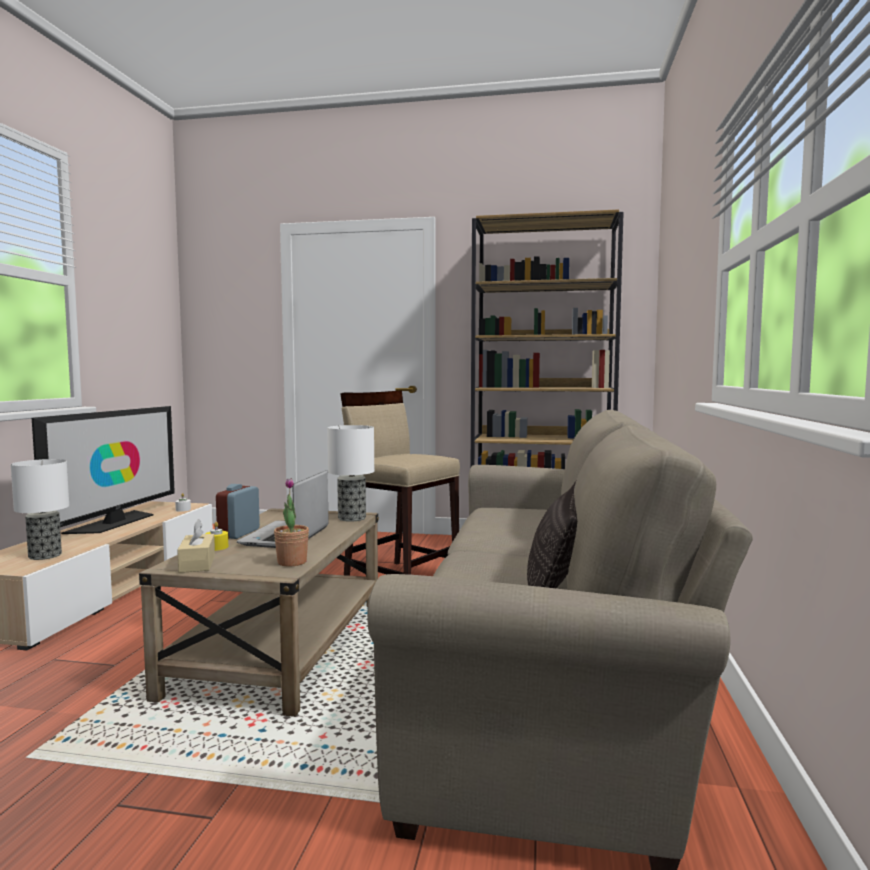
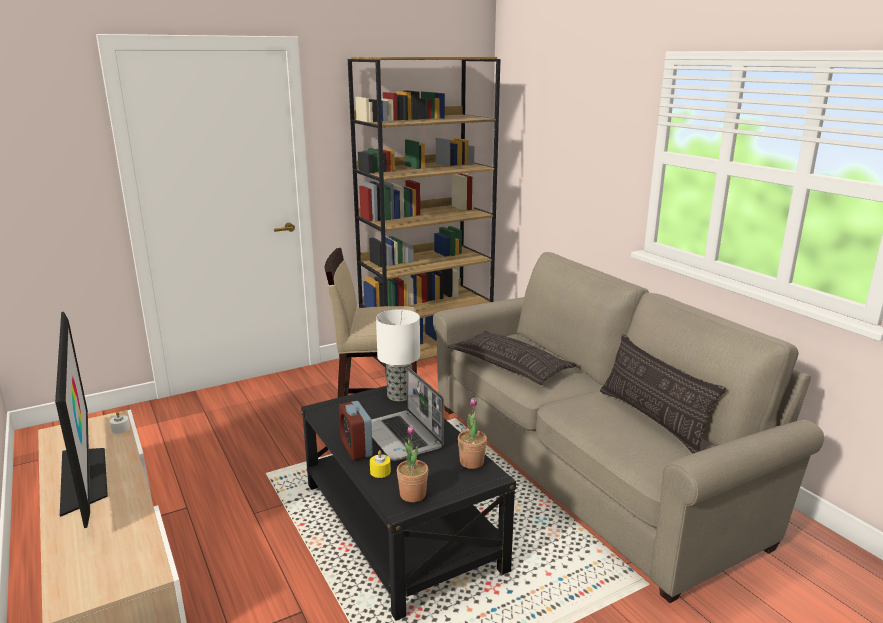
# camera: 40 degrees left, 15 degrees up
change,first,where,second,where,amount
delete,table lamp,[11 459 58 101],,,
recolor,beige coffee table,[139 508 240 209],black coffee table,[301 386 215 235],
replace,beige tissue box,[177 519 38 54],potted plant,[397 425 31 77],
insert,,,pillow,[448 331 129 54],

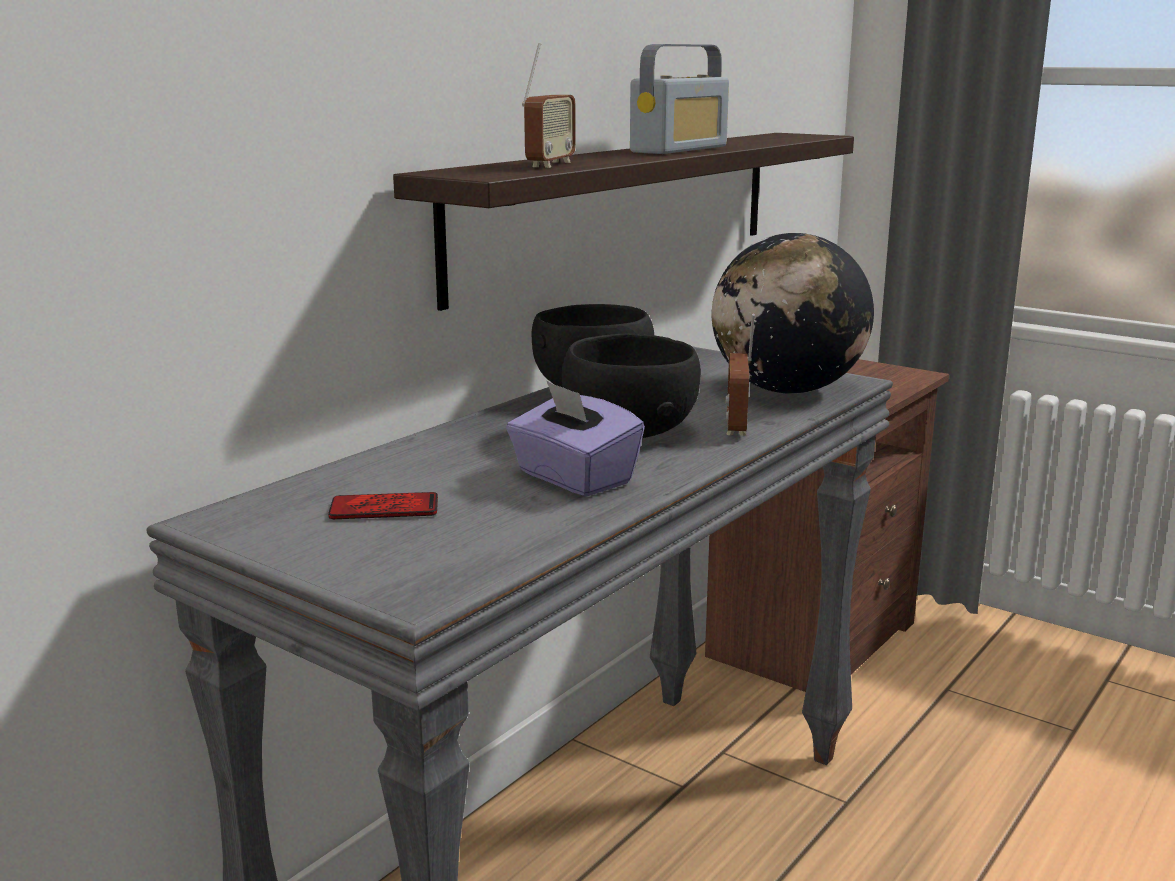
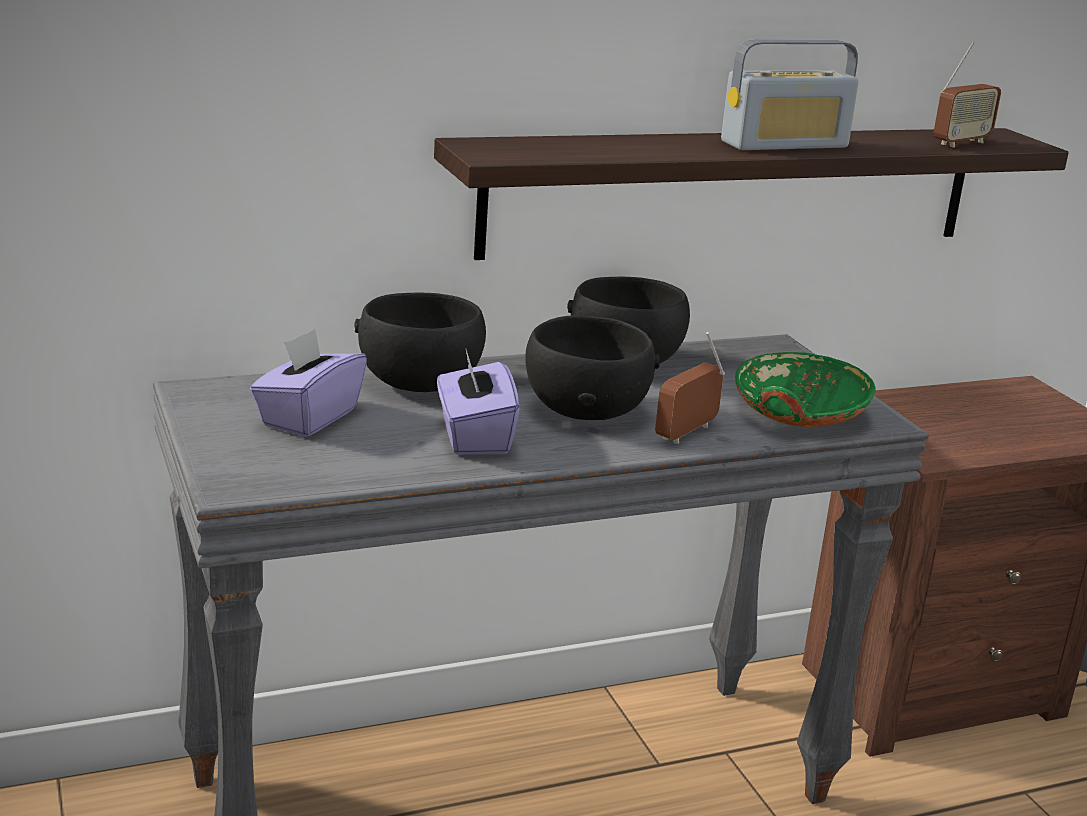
# camera: 30 degrees right, 5 degrees up
change,first,where,second,where,amount
replace,phone,[328 492 110 27],purple tissue box,[250 329 117 108],
move,radio,[522 43 54 125],,[933 42 68 106],
replace,globe,[712 233 162 161],green bowl,[735 352 141 75],
insert,,,black bowl,[355 292 131 100],

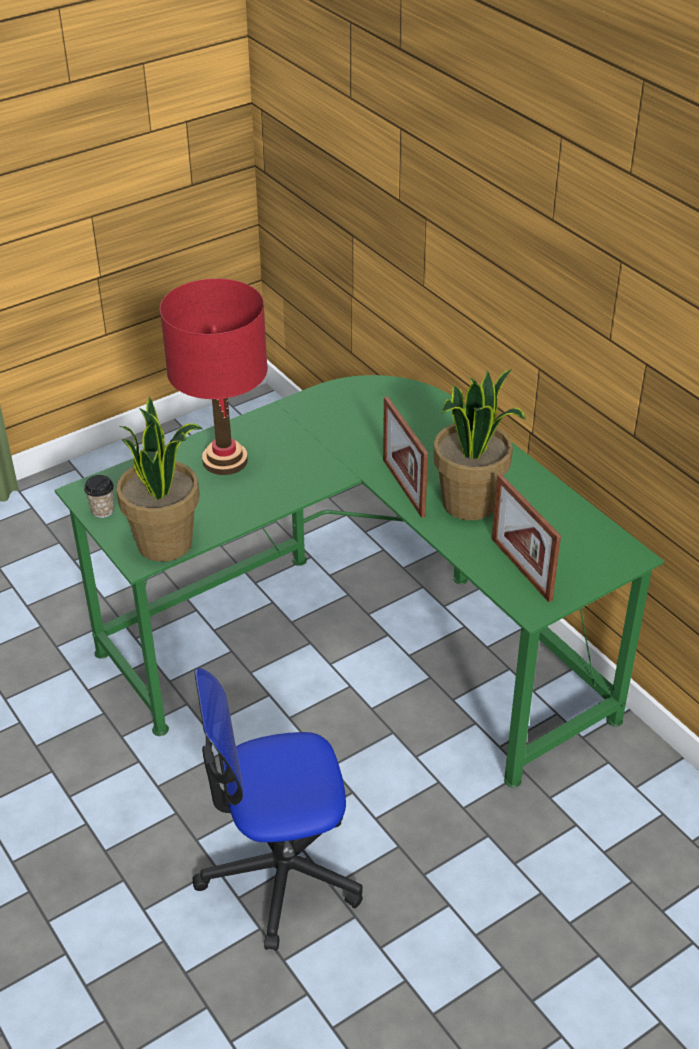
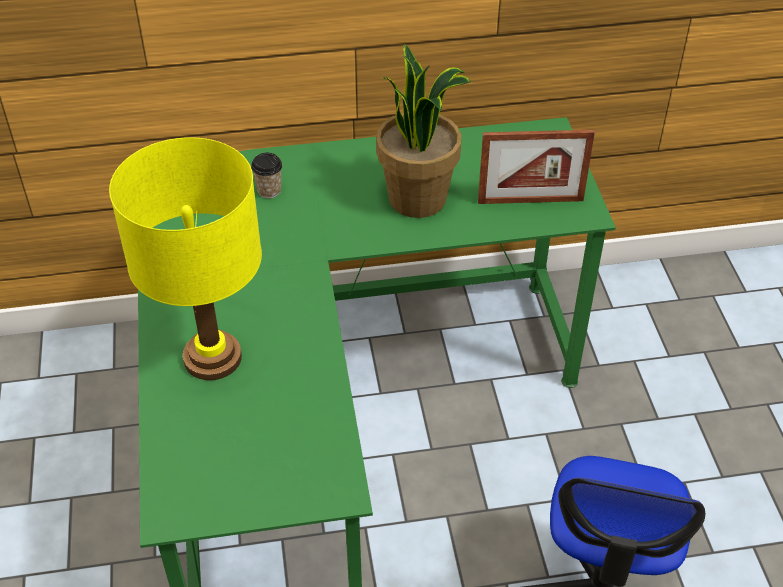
# camera: 65 degrees left, 5 degrees up
change,first,where,second,where,amount
move,cup,[84 475 30 43],,[251 153 31 45],
delete,potted plant,[116 397 87 165],,,
recolor,red table lamp,[160 278 108 197],yellow table lamp,[109 137 153 243],
delete,picture frame,[383 396 45 122],,,

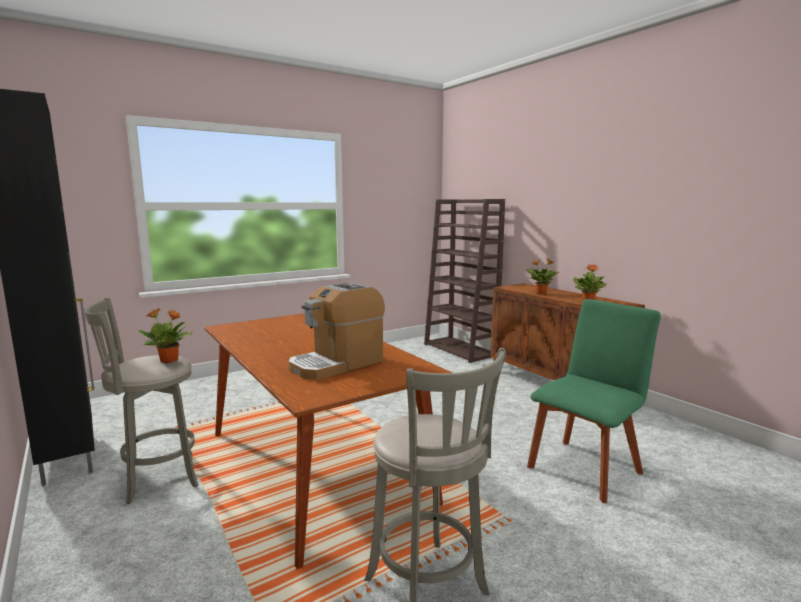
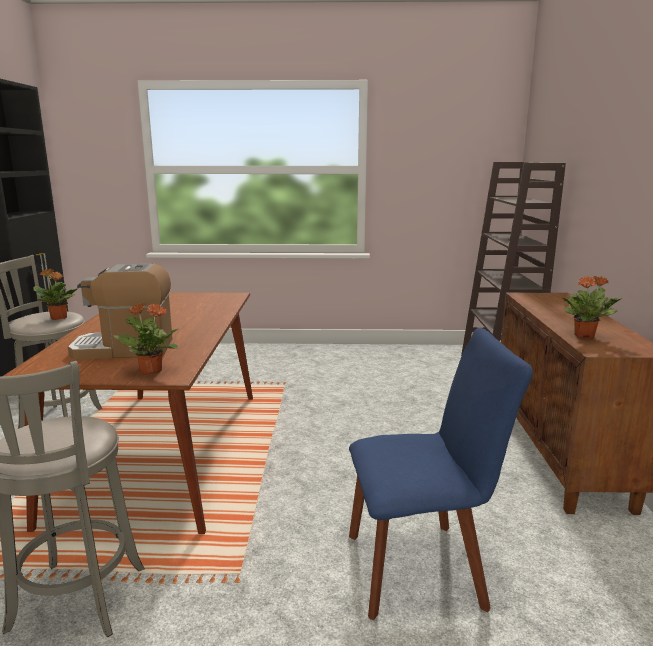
# camera: 35 degrees right, 5 degrees up
change,first,where,second,where,amount
move,potted plant,[527 258 32 36],,[114 303 66 72],
recolor,green chair,[527 299 134 204],blue chair,[349 328 184 292],

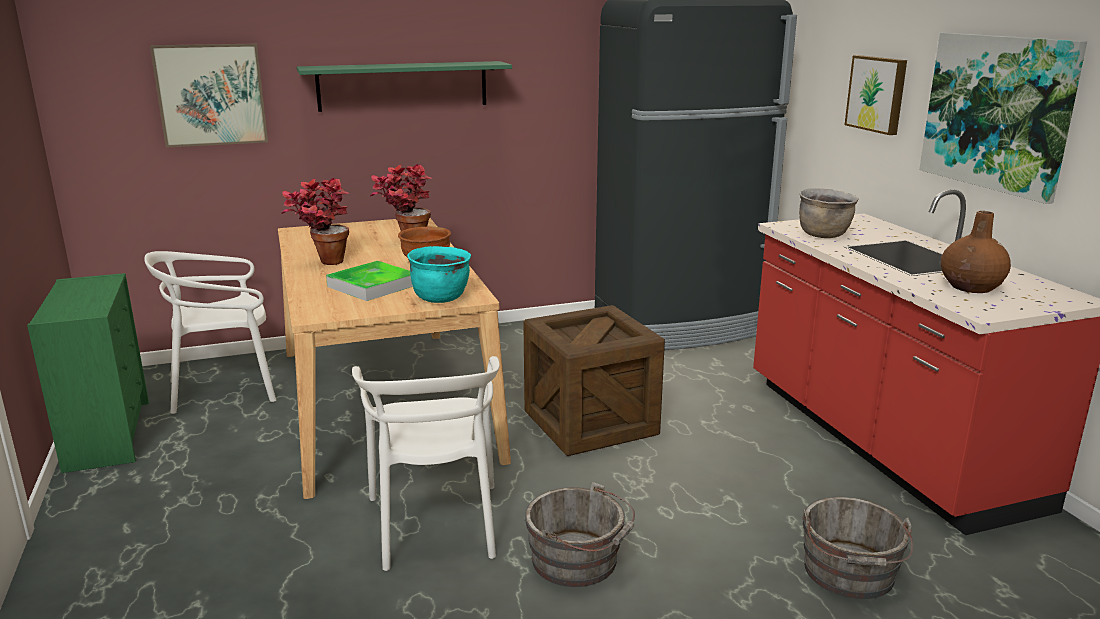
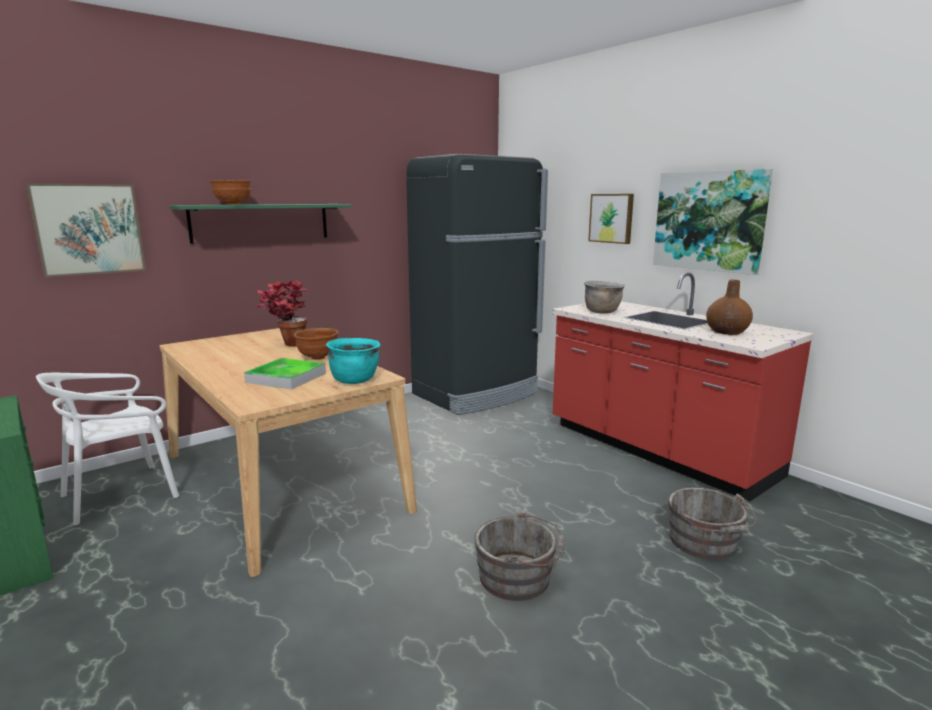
# camera: 20 degrees left, 5 degrees down
change,first,where,second,where,amount
delete,potted plant,[282 178 67 87],,,
delete,white chair,[352 356 148 215],,,
delete,crate,[523 305 142 151],,,
insert,,,brown bowl,[210 180 42 25],

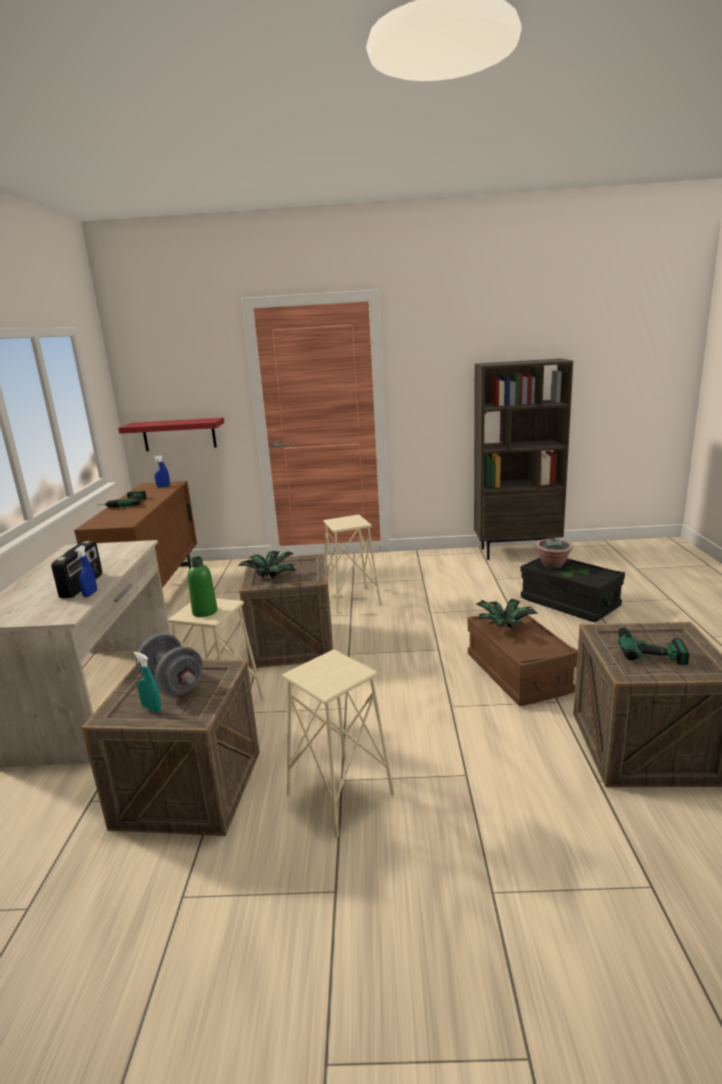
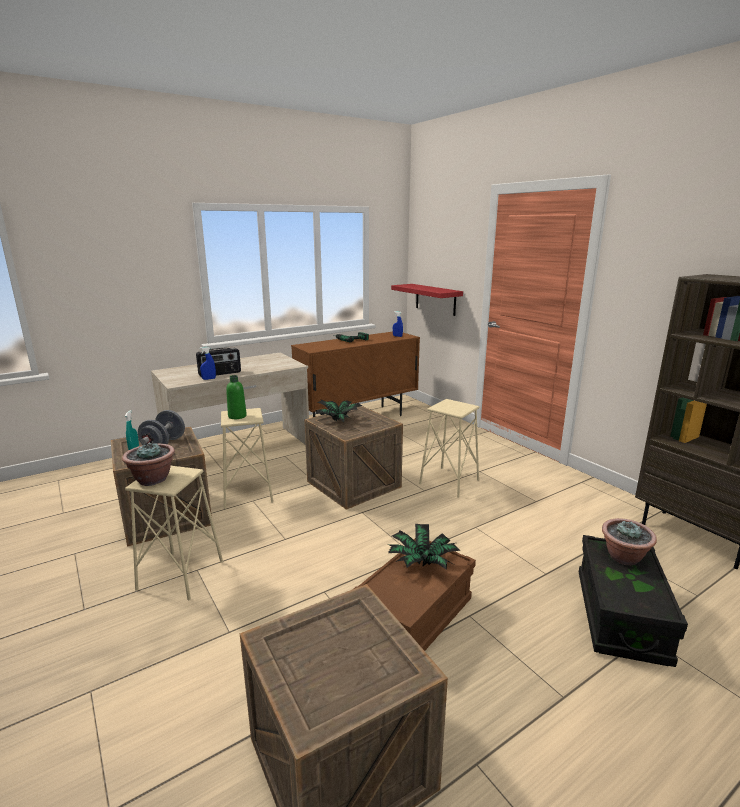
# camera: 55 degrees right, 0 degrees up
change,first,where,second,where,amount
delete,power drill,[618 625 71 40],,,
insert,,,potted plant,[122 442 53 44],

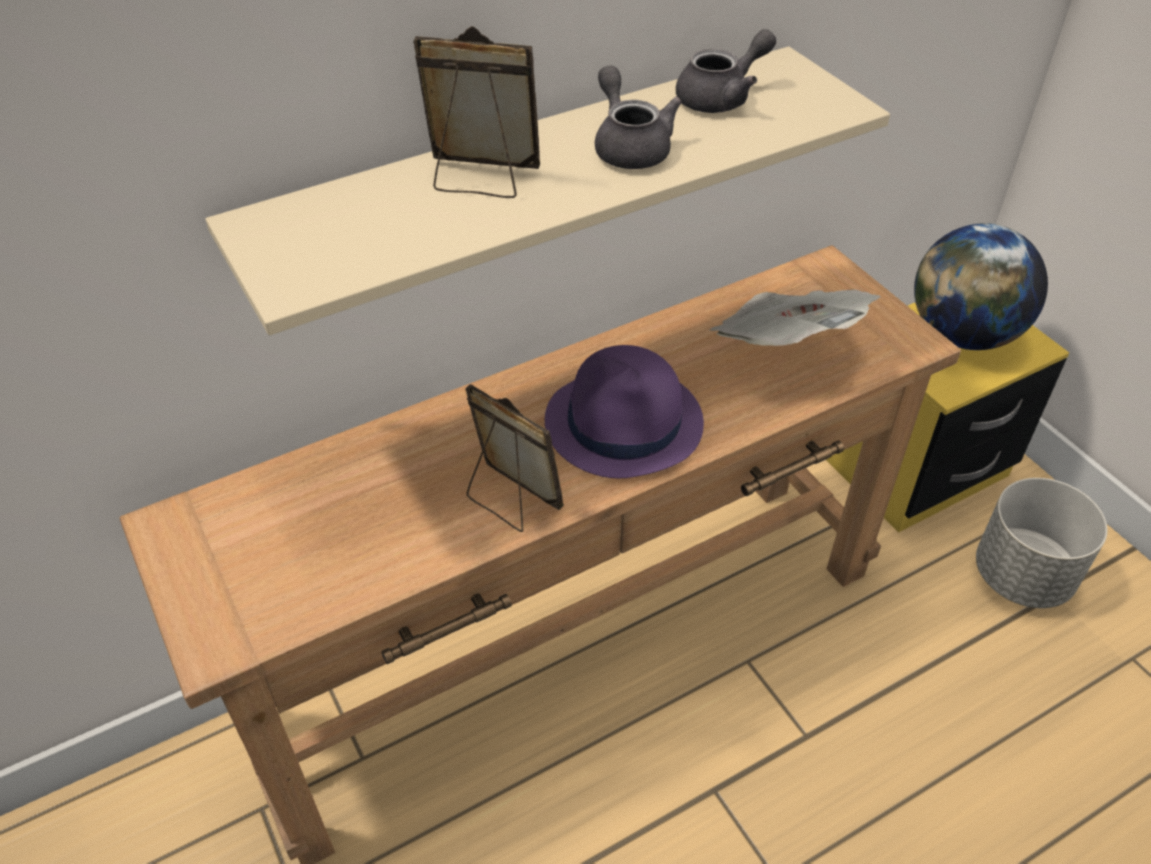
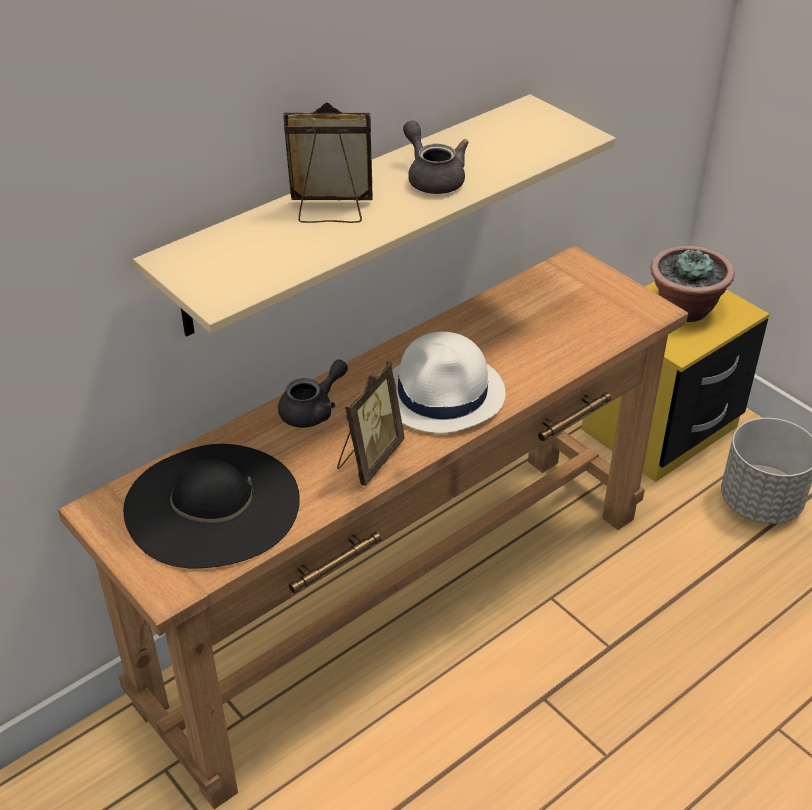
# camera: 10 degrees left, 5 degrees down
change,first,where,second,where,amount
rotate,picture frame,[465 384 99 148],,[337 361 67 125],90 degrees clockwise
recolor,purple hat,[545 345 159 133],white hat,[392 332 113 101],
move,grey teapot,[676 29 100 84],,[278 359 70 69],
delete,newspaper,[709 289 172 57],,,
replace,globe,[914 223 134 127],potted plant,[650 246 85 76],
insert,,,black hat,[123 444 177 124],

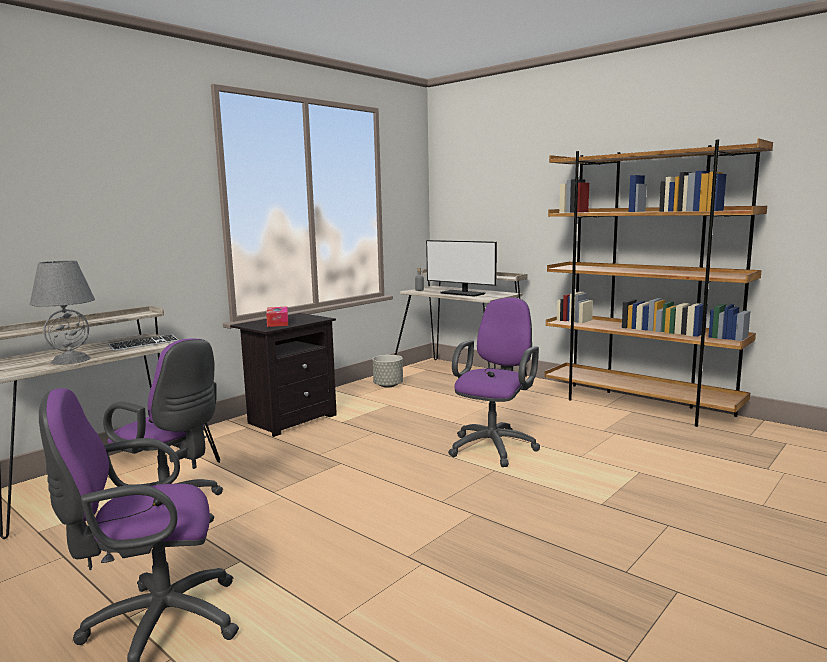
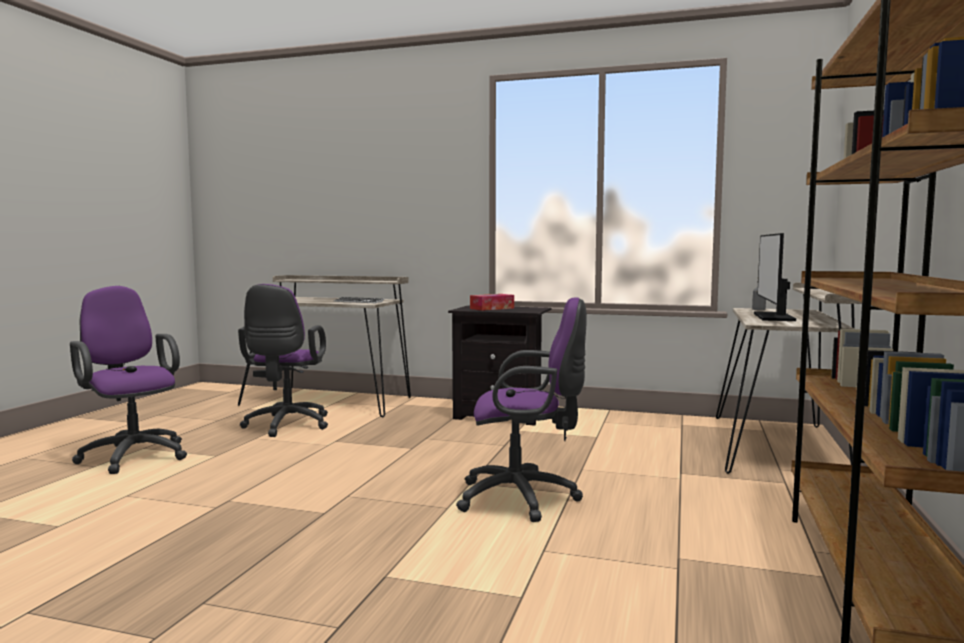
# camera: 65 degrees right, 5 degrees down
change,first,where,second,where,amount
delete,grey table lamp,[29 260 66 105],,,
delete,grey planter,[373 355 30 33],,,

